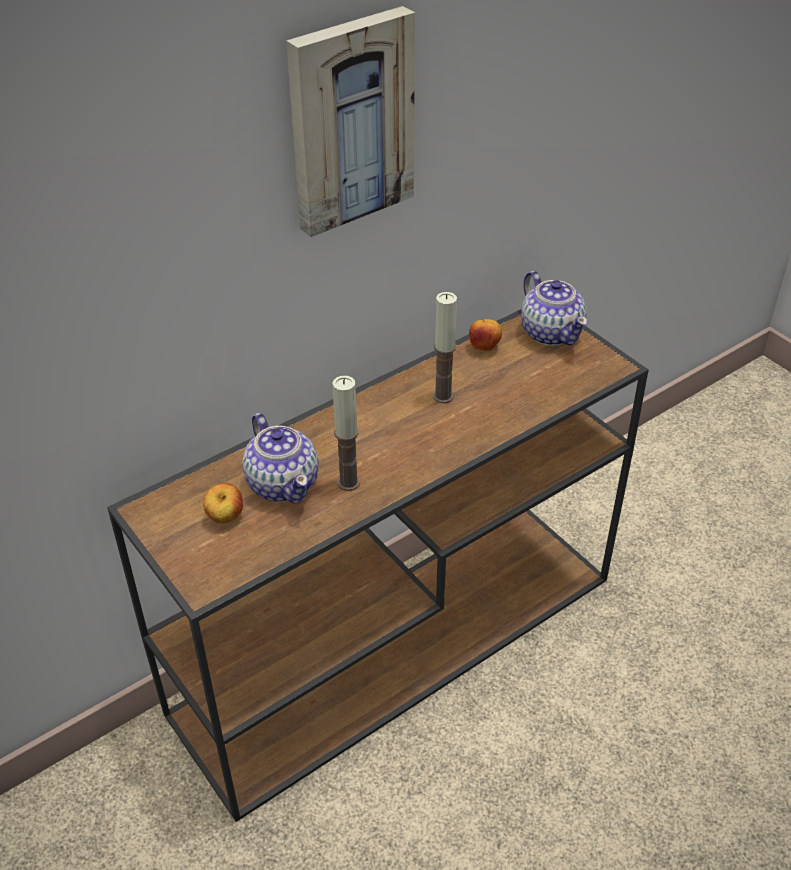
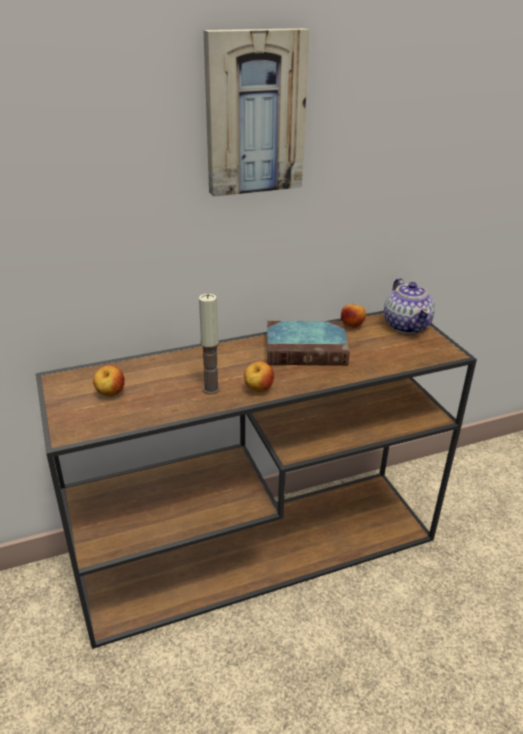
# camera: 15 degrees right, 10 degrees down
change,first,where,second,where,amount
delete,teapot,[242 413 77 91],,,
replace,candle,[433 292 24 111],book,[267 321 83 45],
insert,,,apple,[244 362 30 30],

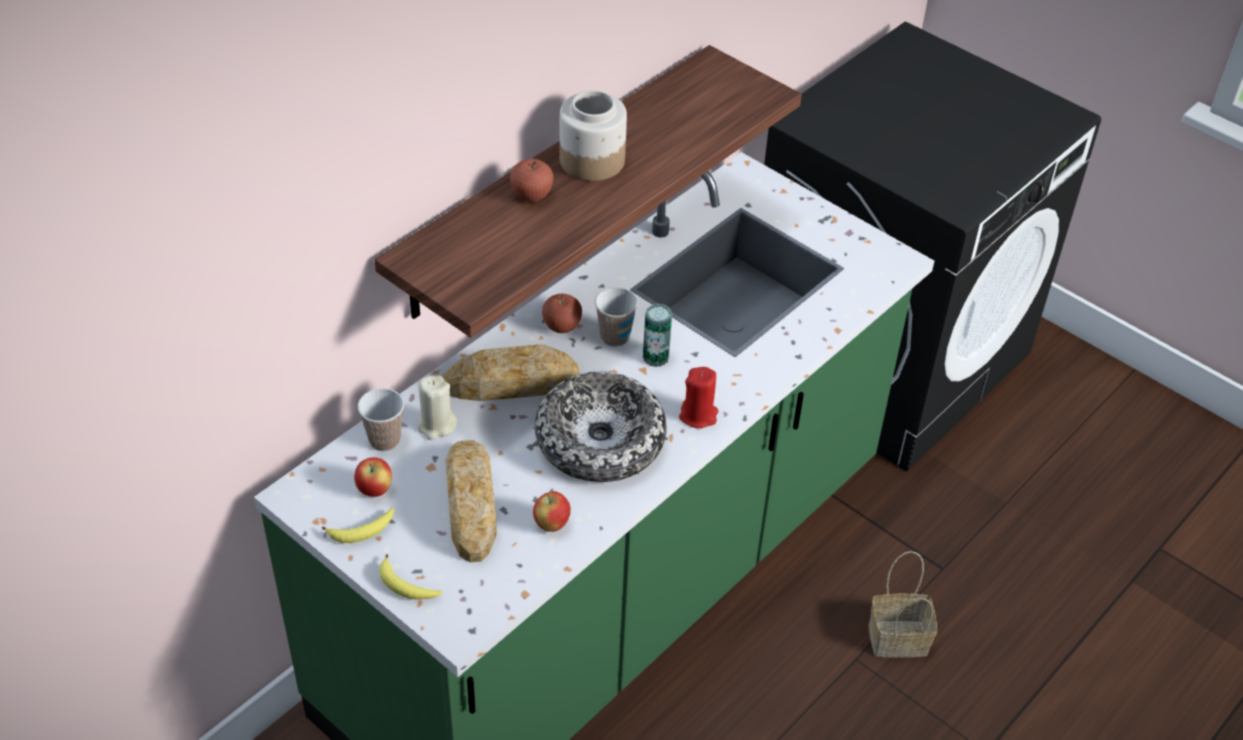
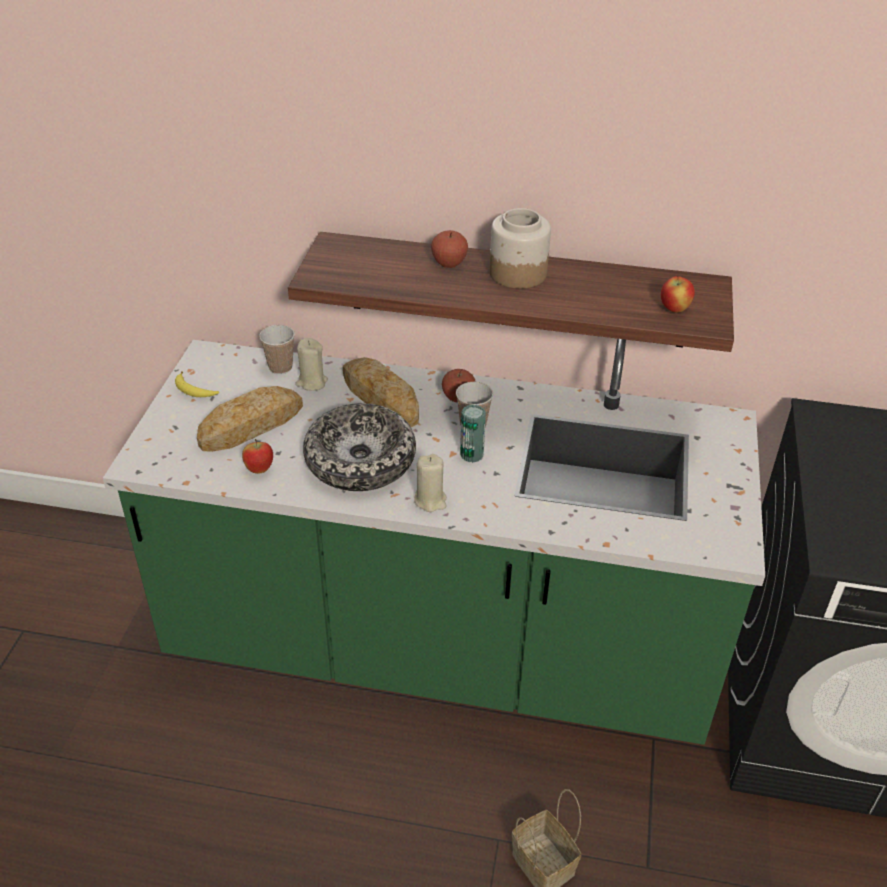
# camera: 60 degrees right, 5 degrees down
change,first,where,second,where,amount
move,apple,[354 457 38 40],,[661 276 34 37],
delete,banana,[379 554 64 45],,,
recolor,red candle,[679 367 39 61],beige candle,[414 454 33 58],

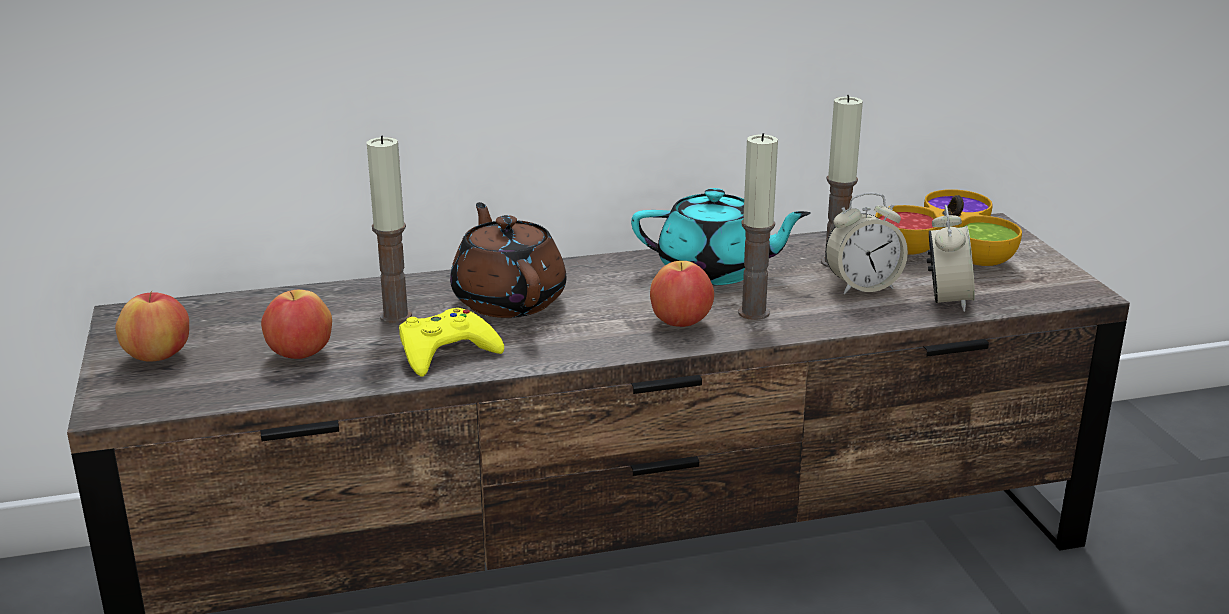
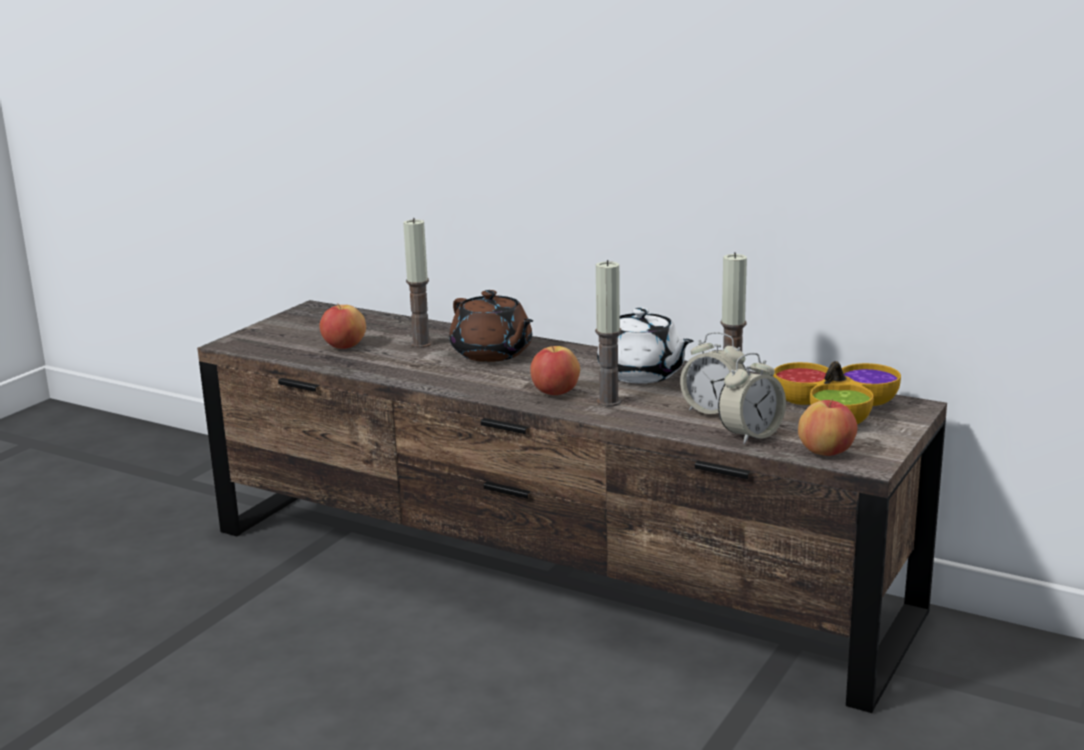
# camera: 45 degrees right, 5 degrees down
change,first,where,second,where,amount
move,apple,[115 290 74 72],,[798 399 59 57],
delete,yellow game controller,[399 308 105 69],,,
rotate,brown teapot,[450 202 116 116],,[449 290 84 72],120 degrees clockwise
recolor,turquoise teapot,[631 188 179 97],white teapot,[597 308 96 76],

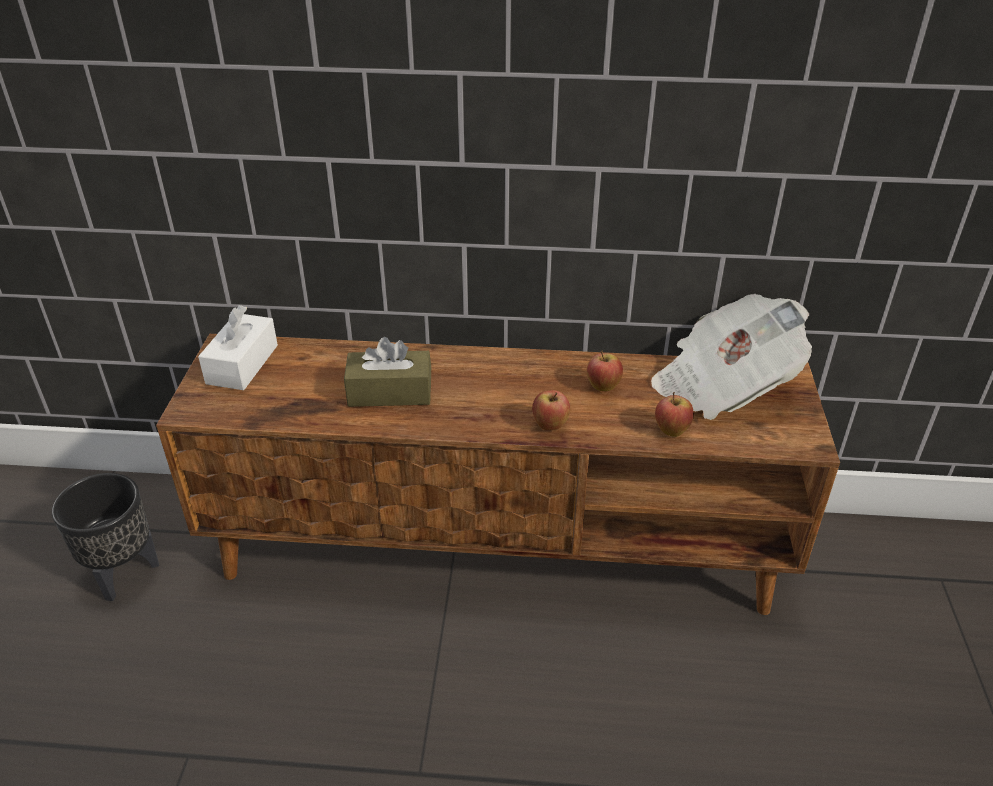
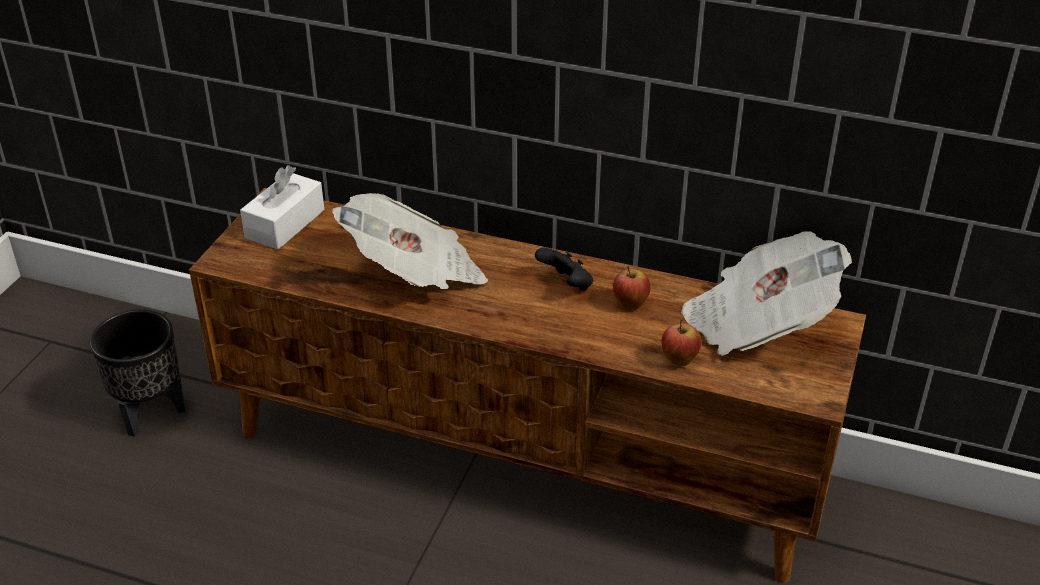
# camera: 15 degrees right, 0 degrees up
change,first,where,second,where,amount
replace,brown tissue box,[344 337 87 70],newspaper,[332 193 156 97],
delete,apple,[532 390 38 40],,,
insert,,,black game controller,[535 248 58 43],

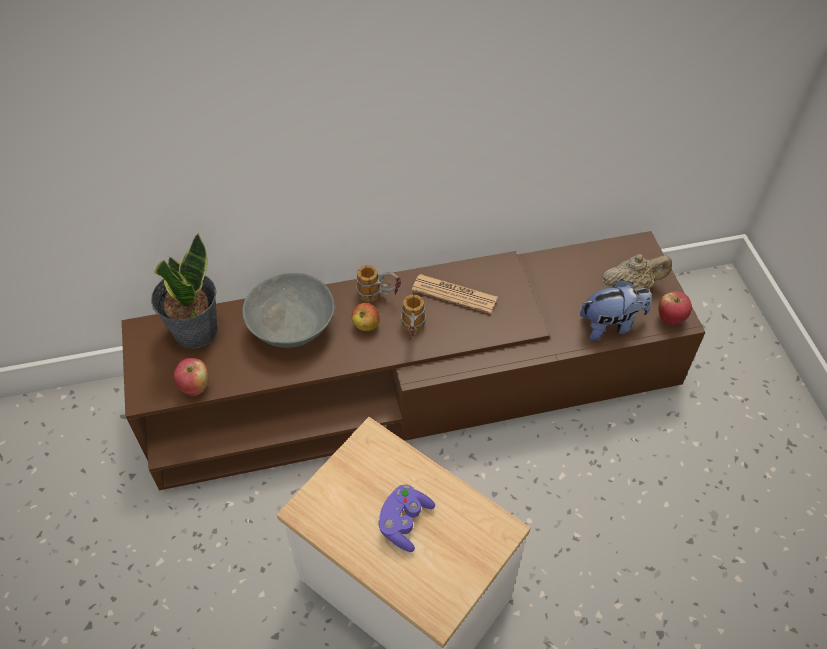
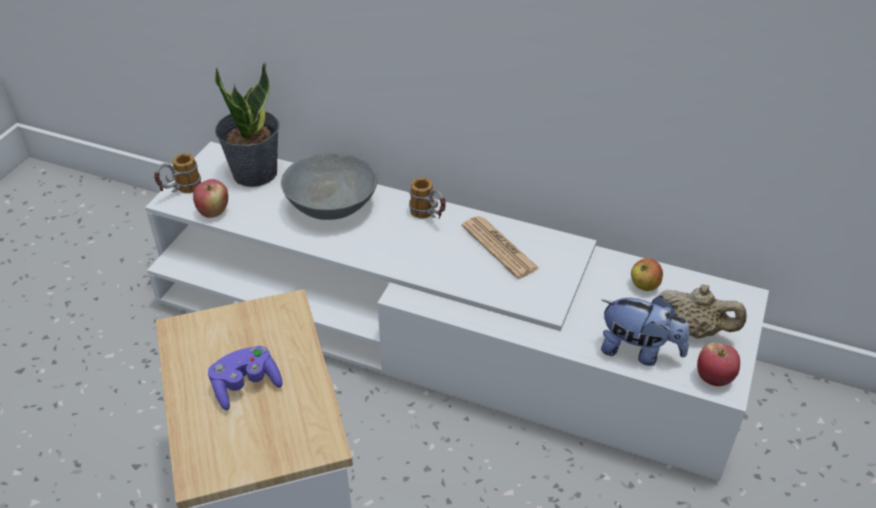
# camera: 35 degrees right, 10 degrees down
change,first,where,second,where,amount
recolor,brown tv stand,[122 231 583 259],white tv stand,[145 142 624 339],
move,apple,[352 303 28 28],,[631 258 32 33],
move,mug,[401 295 25 45],,[154 153 47 40],

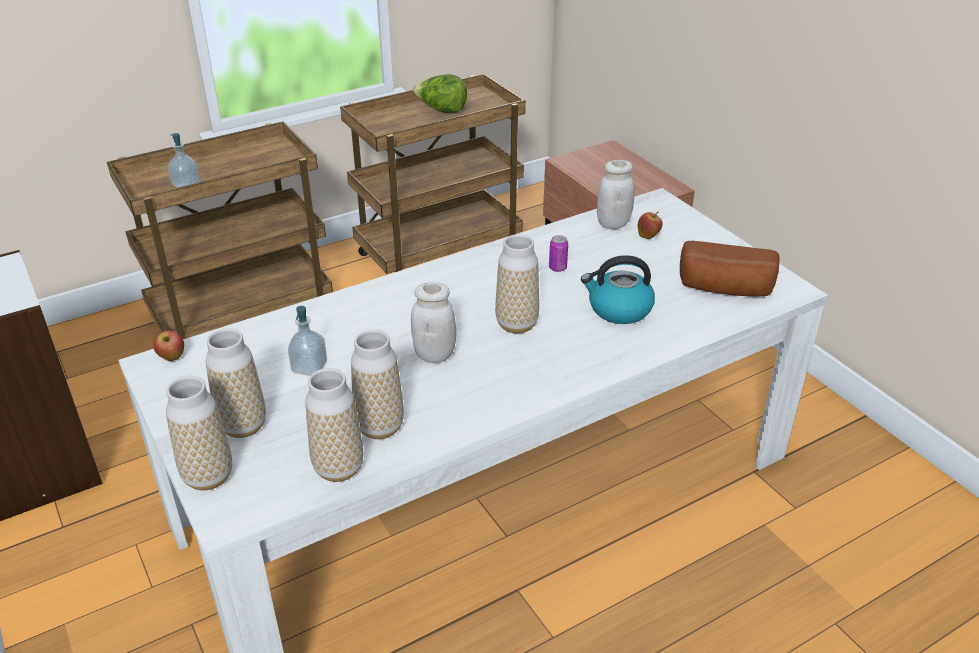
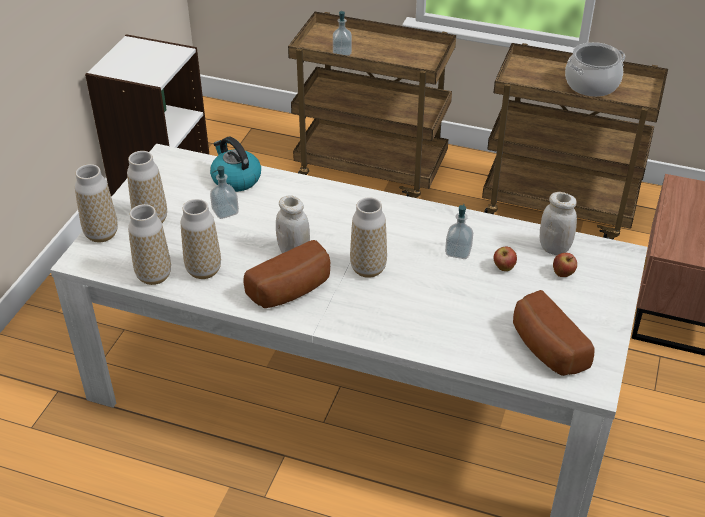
# camera: 50 degrees right, 5 degrees up
change,first,where,second,where,amount
move,apple,[153 331 31 30],,[494 247 23 24],
replace,lettuce,[413 74 54 39],cooking pot,[565 42 60 55],
replace,can,[549 235 19 37],soap dispenser,[445 204 28 55],
move,kettle,[581 255 74 69],,[210 137 51 55],
insert,,,bread,[243 240 87 68],

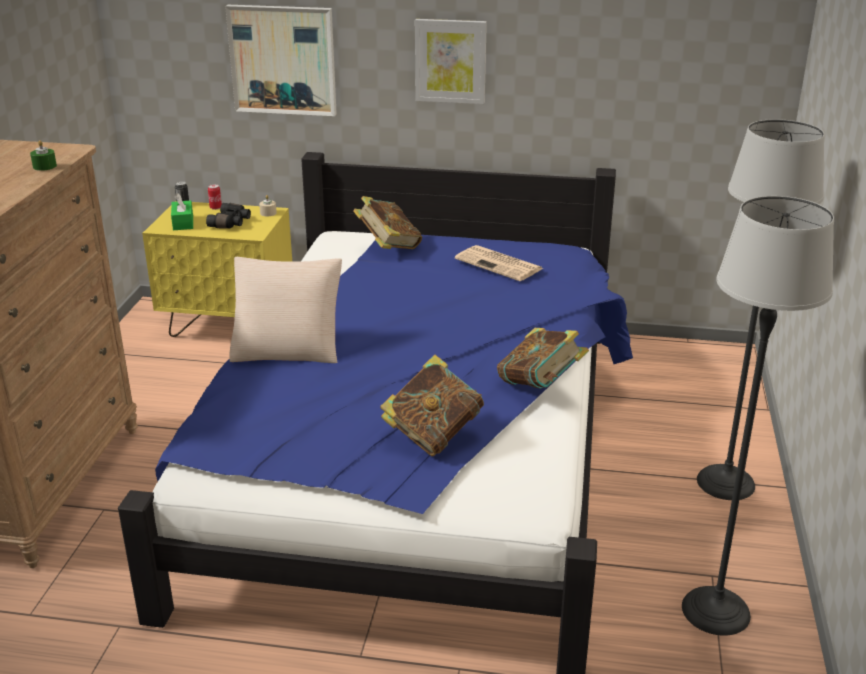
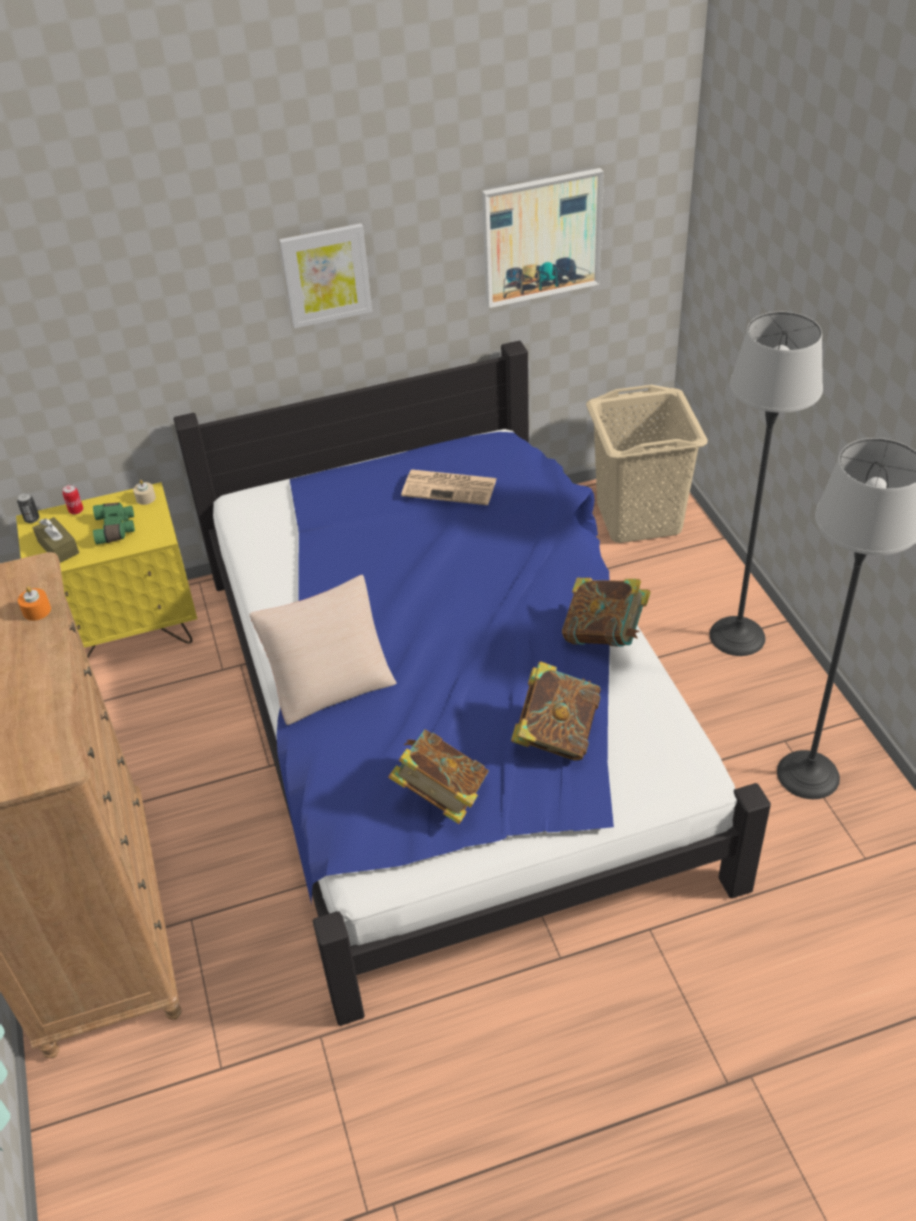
# camera: 25 degrees left, 15 degrees up
change,first,where,second,where,amount
recolor,green candle,[30 140 27 31],orange candle,[18 586 33 35],
recolor,green tissue box,[171 193 22 37],brown tissue box,[33 517 46 46],
recolor,black binoculars,[206 203 45 26],green binoculars,[93 503 42 42],
move,picture,[225 5 112 111],,[482 168 122 140],
move,book,[353 196 69 53],,[388 729 101 95],
insert,,,beige laundry basket,[586 385 122 158],

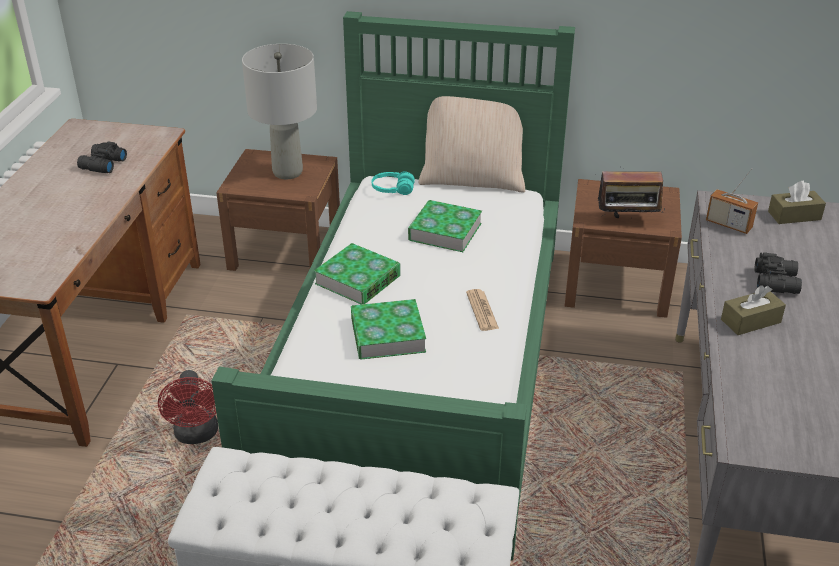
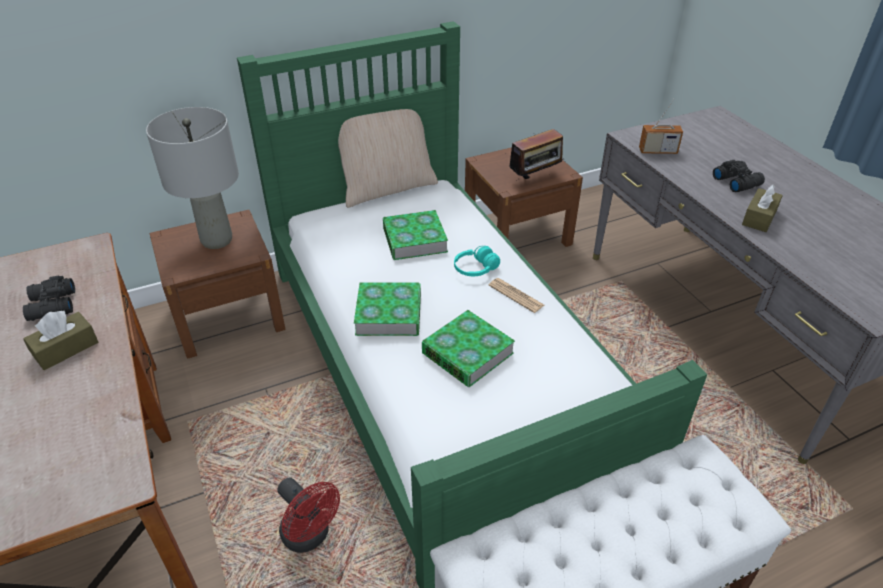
# camera: 35 degrees left, 5 degrees up
change,first,where,second,where,amount
move,turquoise headphones,[372 171 43 24],,[454 246 46 30],
move,brown tissue box,[768 181 58 43],,[23 311 75 59],

